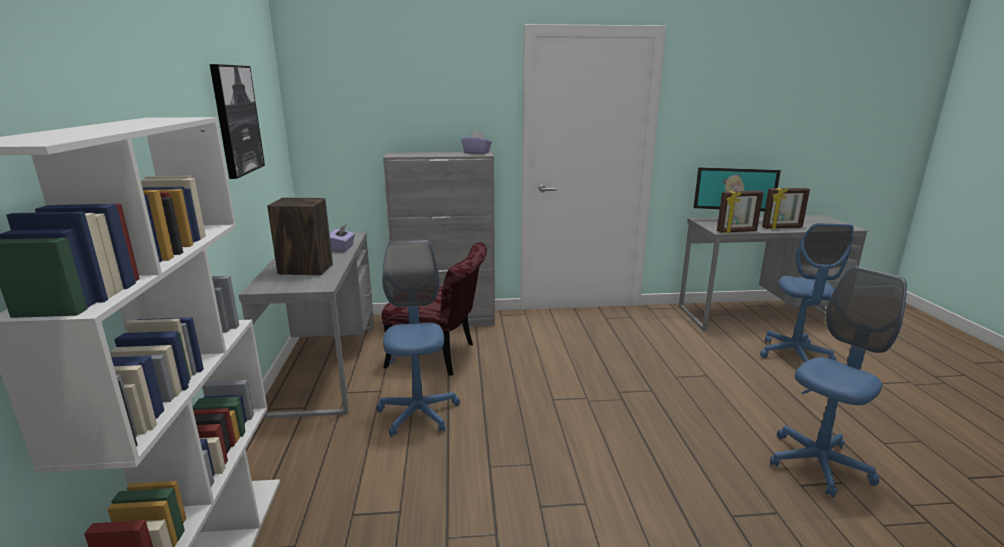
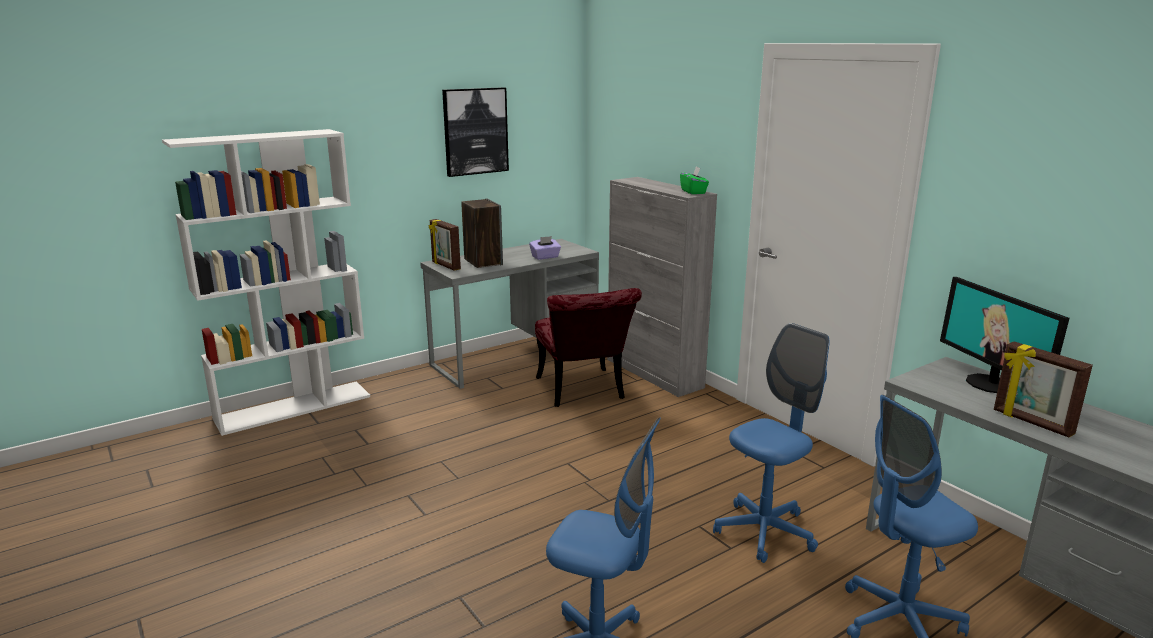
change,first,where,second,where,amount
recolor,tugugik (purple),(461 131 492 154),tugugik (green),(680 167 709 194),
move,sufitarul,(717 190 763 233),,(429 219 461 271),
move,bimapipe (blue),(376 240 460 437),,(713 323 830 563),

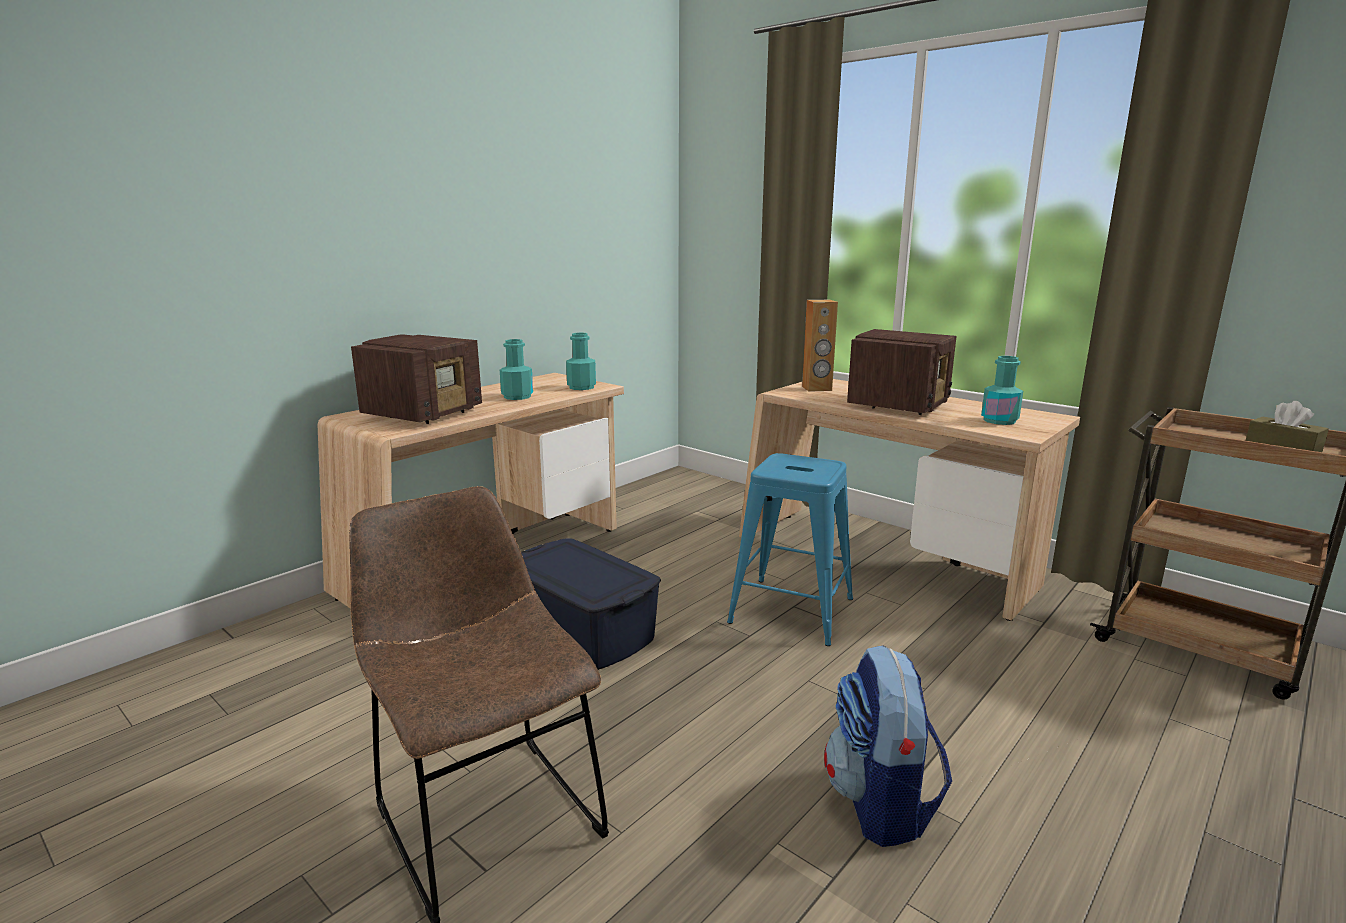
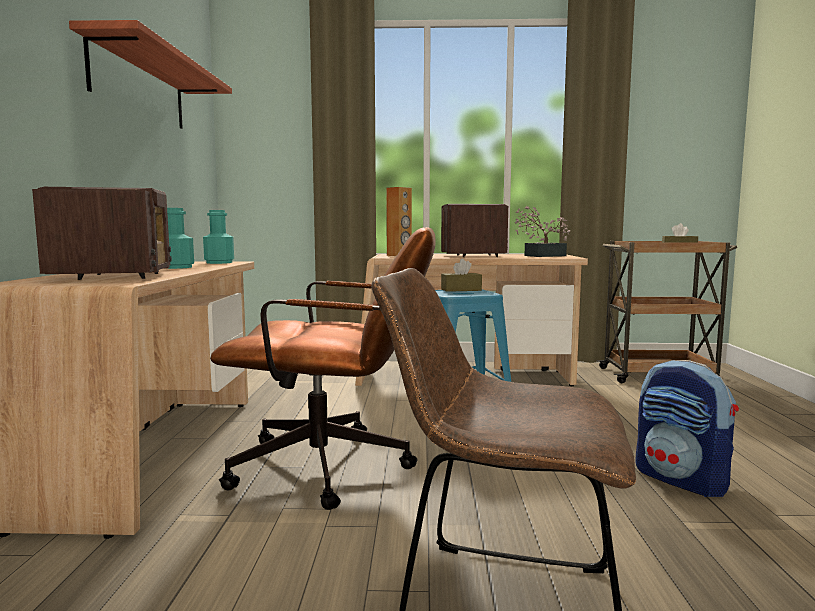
change,first,where,second,where,amount
replace,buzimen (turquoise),(981 356 1023 425),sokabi,(515 206 570 257),
replace,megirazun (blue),(521 538 661 670),bimapipe (brown),(210 227 436 510),
insert,,,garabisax,(69 20 232 129),
insert,,,tugugik (brown),(441 259 482 292),

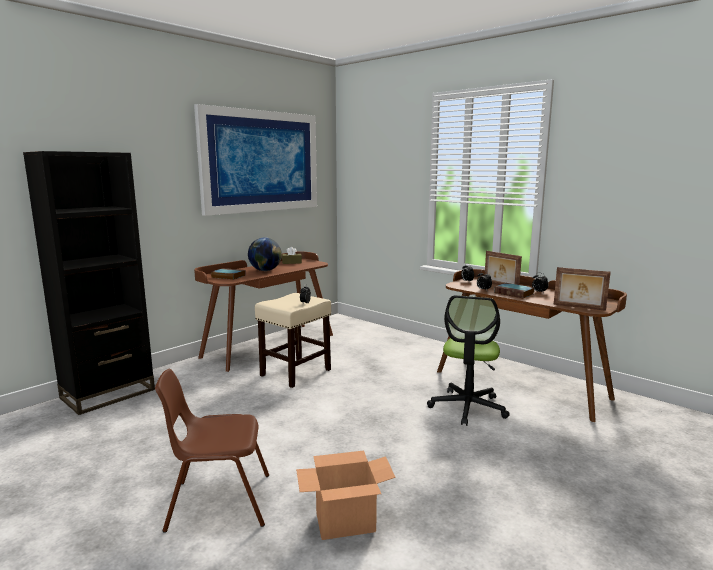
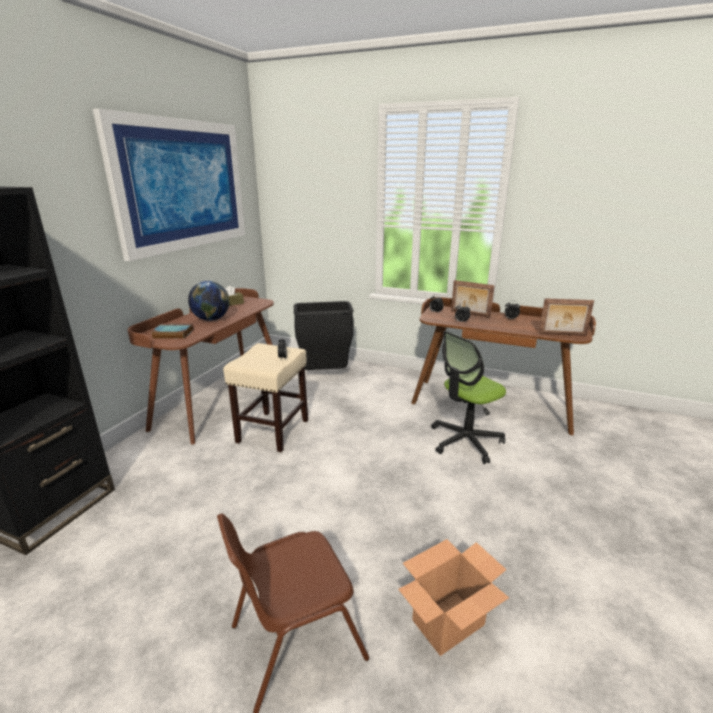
change,first,where,second,where,amount
delete,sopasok,(494 283 534 299),,,
rotate,bimapipe,(427 295 510 426),,(431 331 506 464),60 degrees clockwise
insert,,,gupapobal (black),(294 301 354 370),

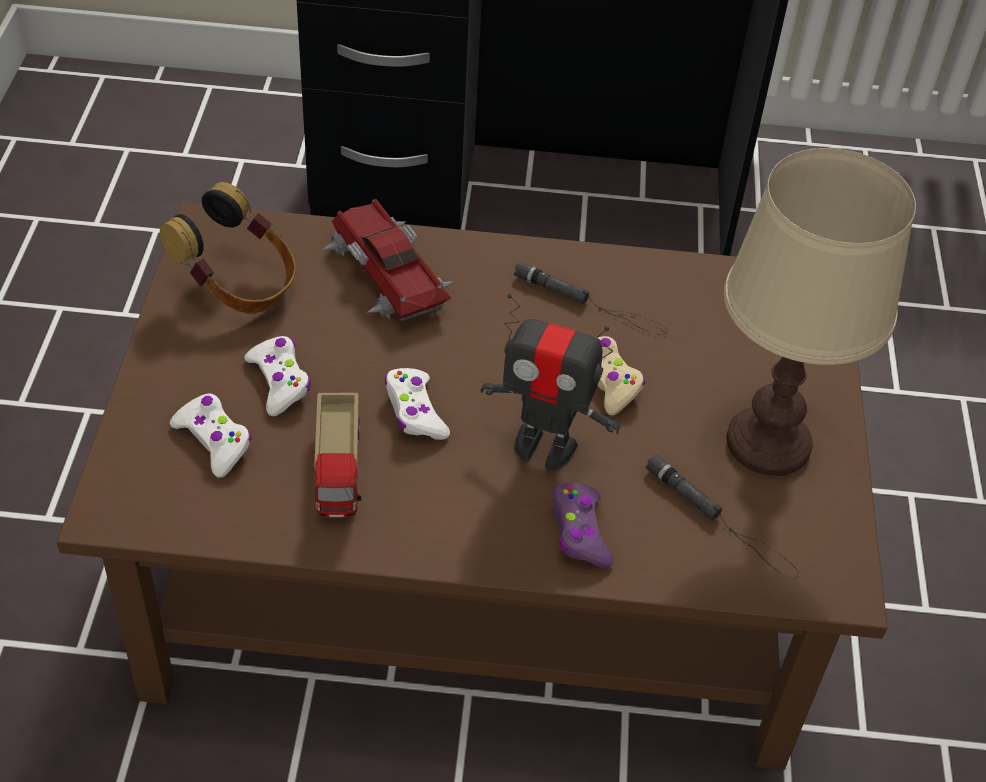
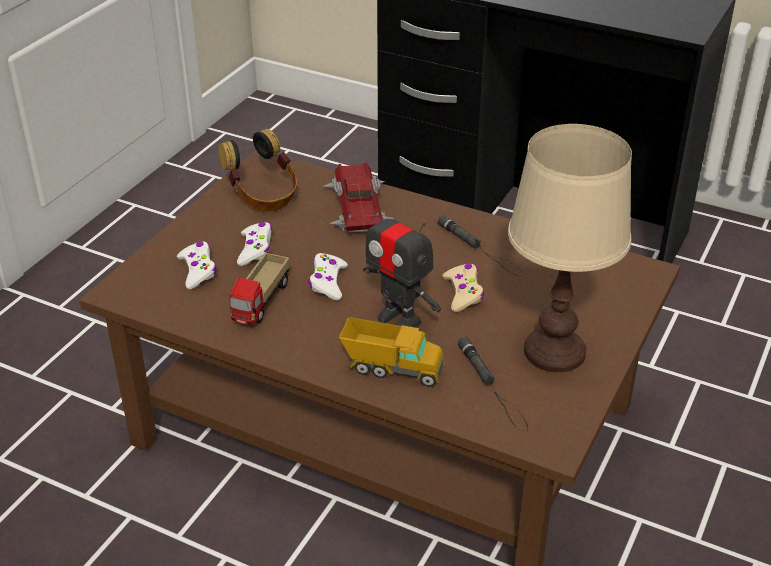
change,first,where,second,where,amount
replace,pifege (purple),(553 483 614 568),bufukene,(339 317 445 387),

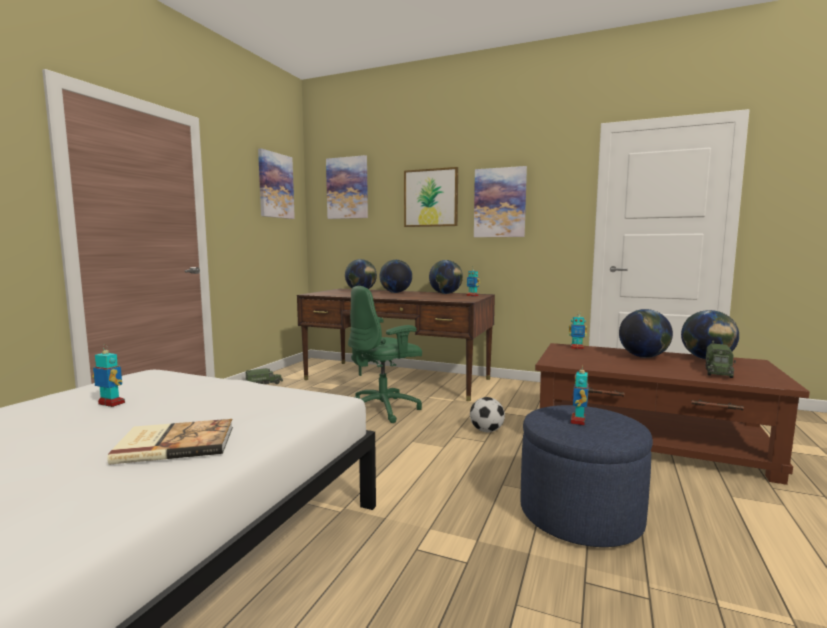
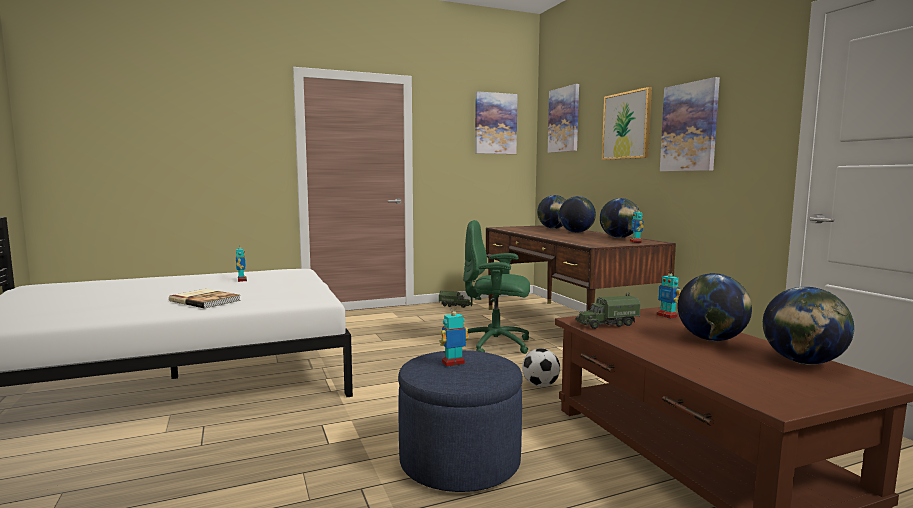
change,first,where,second,where,amount
move,bufukene,(705 341 736 378),,(575 292 640 329),

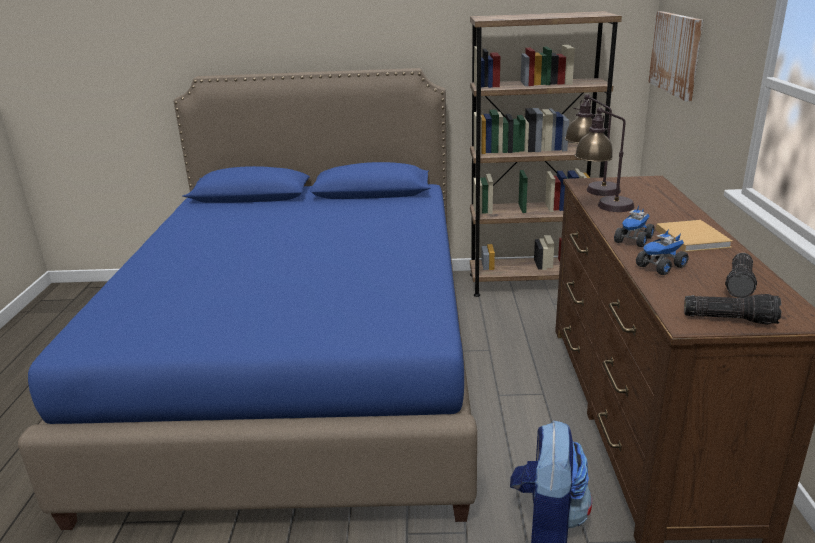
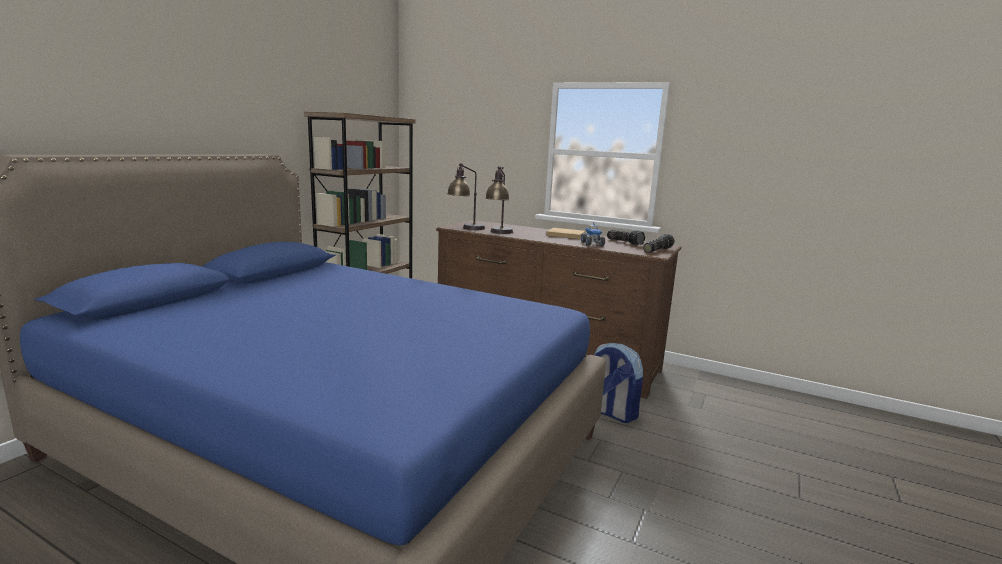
change,first,where,second,where,amount
delete,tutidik,(649 11 703 101),,,
delete,bufukene,(614 205 655 247),,,

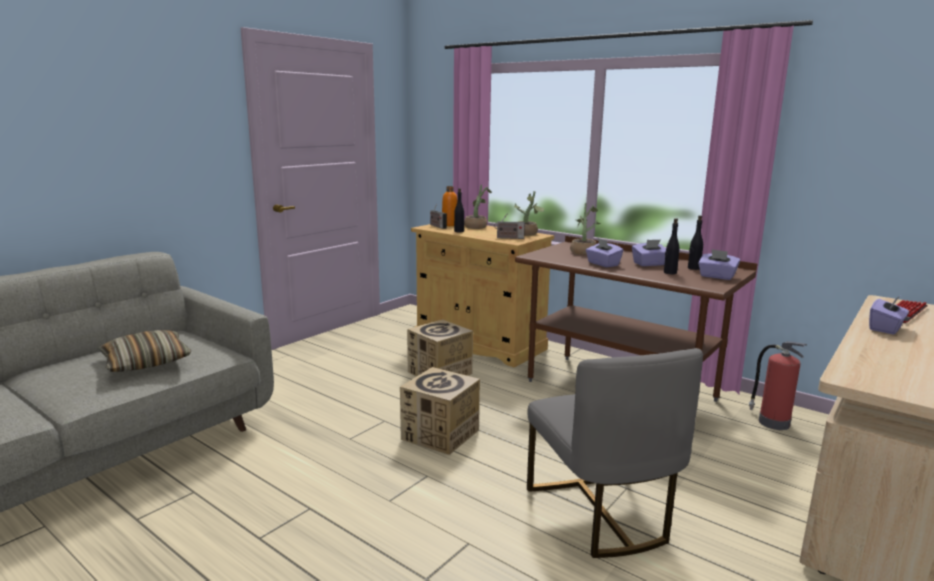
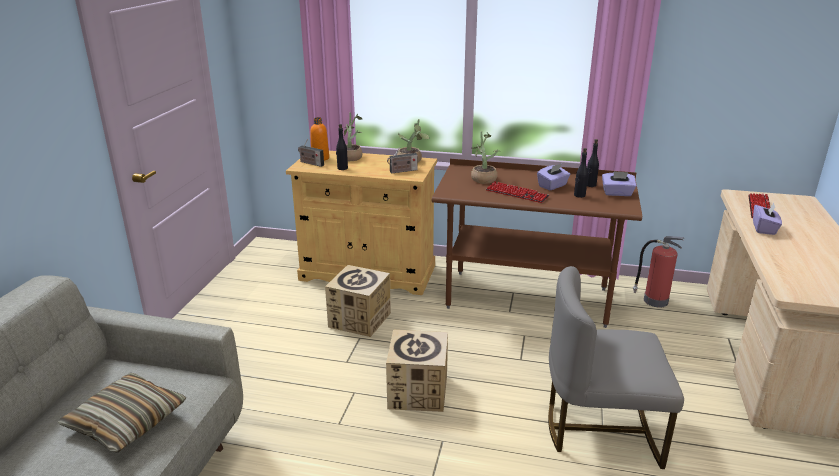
change,first,where,second,where,amount
replace,tugugik (purple),(586 238 623 267),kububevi,(486 181 550 203),
rotate,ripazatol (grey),(527 348 703 558),,(548 266 684 469),135 degrees clockwise

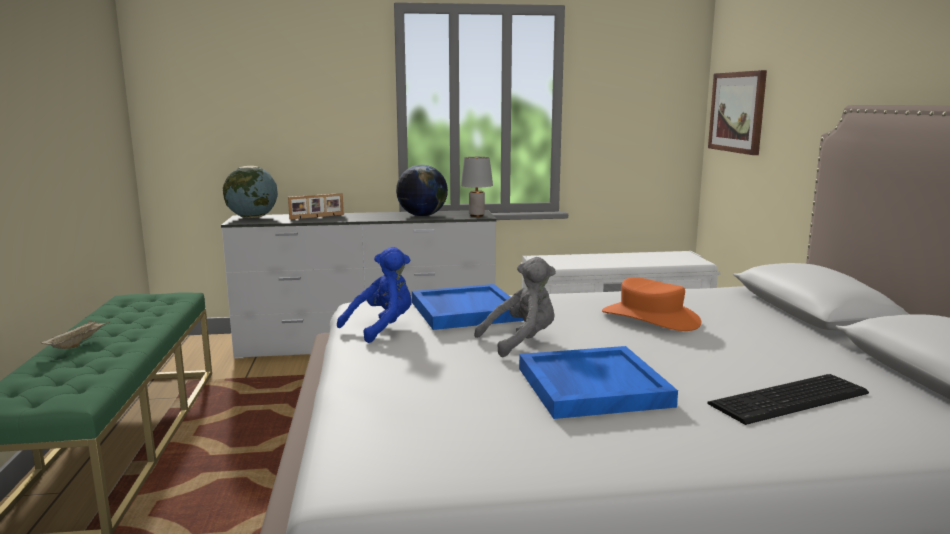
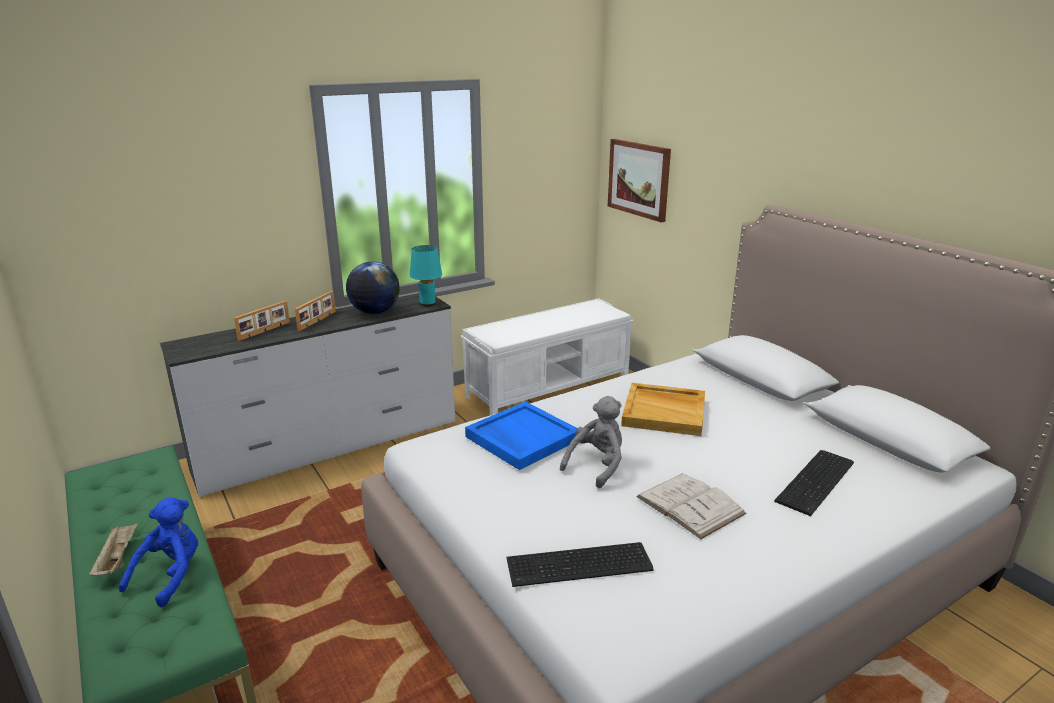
change,first,where,second,where,amount
recolor,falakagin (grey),(461 157 493 217),falakagin (turquoise),(410 245 442 306),
delete,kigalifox,(223 166 278 218),,,
move,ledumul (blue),(337 247 412 343),,(119 498 198 607),
replace,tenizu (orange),(602 277 701 331),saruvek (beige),(621 383 705 436),
replace,saruvek (blue),(519 346 678 419),sopasok (white),(636 474 747 539),
insert,,,sufitarul,(295 291 336 331),
insert,,,kububevi,(507 542 654 587),

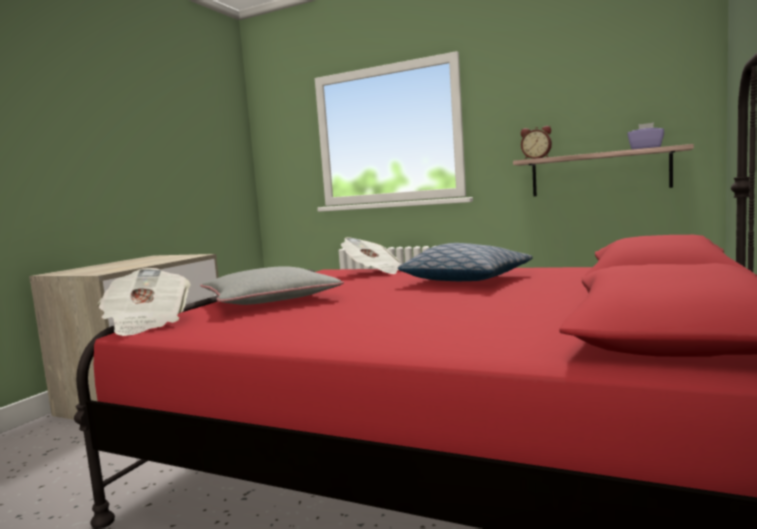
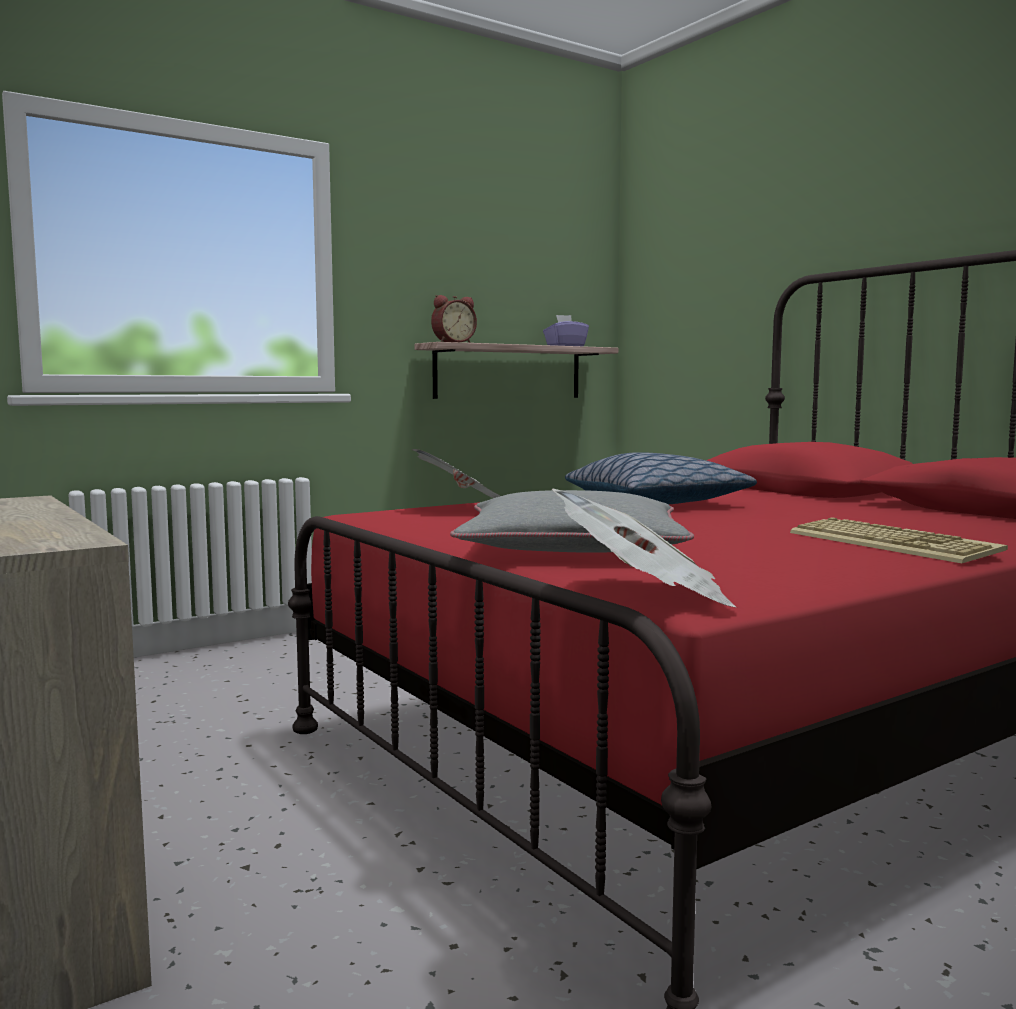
change,first,where,second,where,amount
insert,,,kububevi,(790 517 1008 563),

